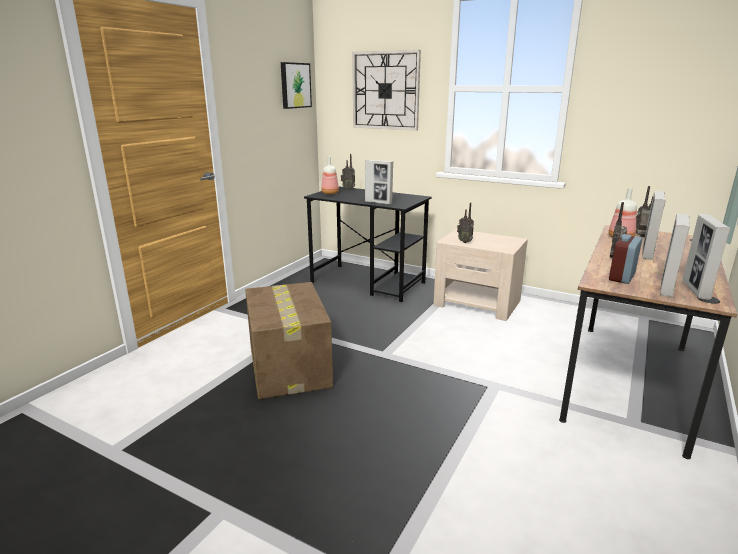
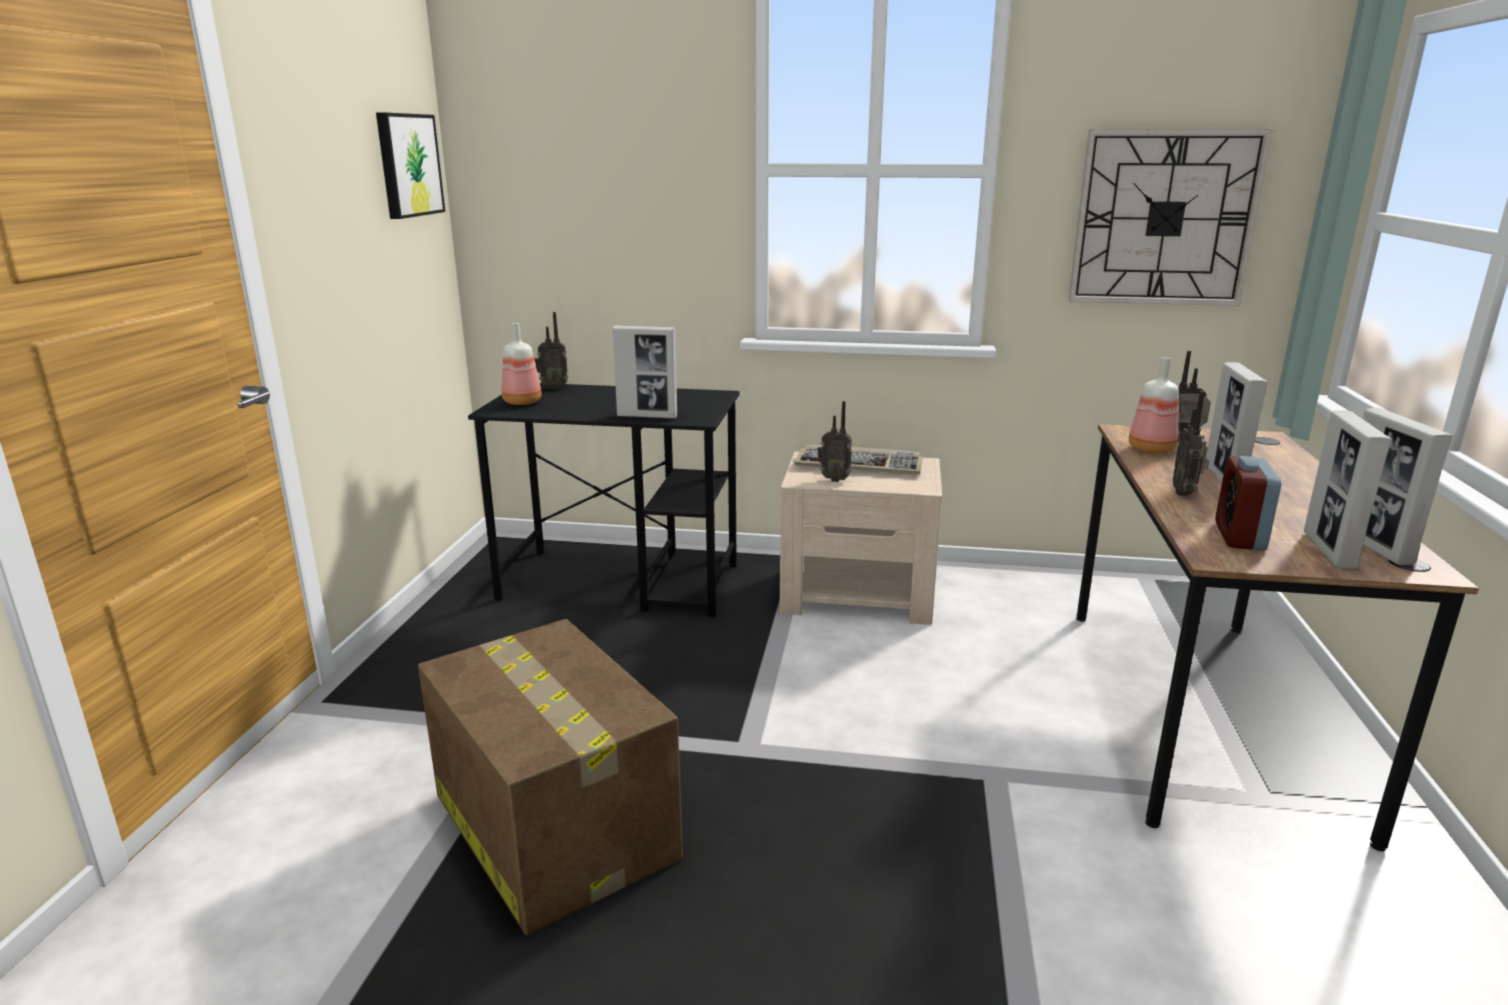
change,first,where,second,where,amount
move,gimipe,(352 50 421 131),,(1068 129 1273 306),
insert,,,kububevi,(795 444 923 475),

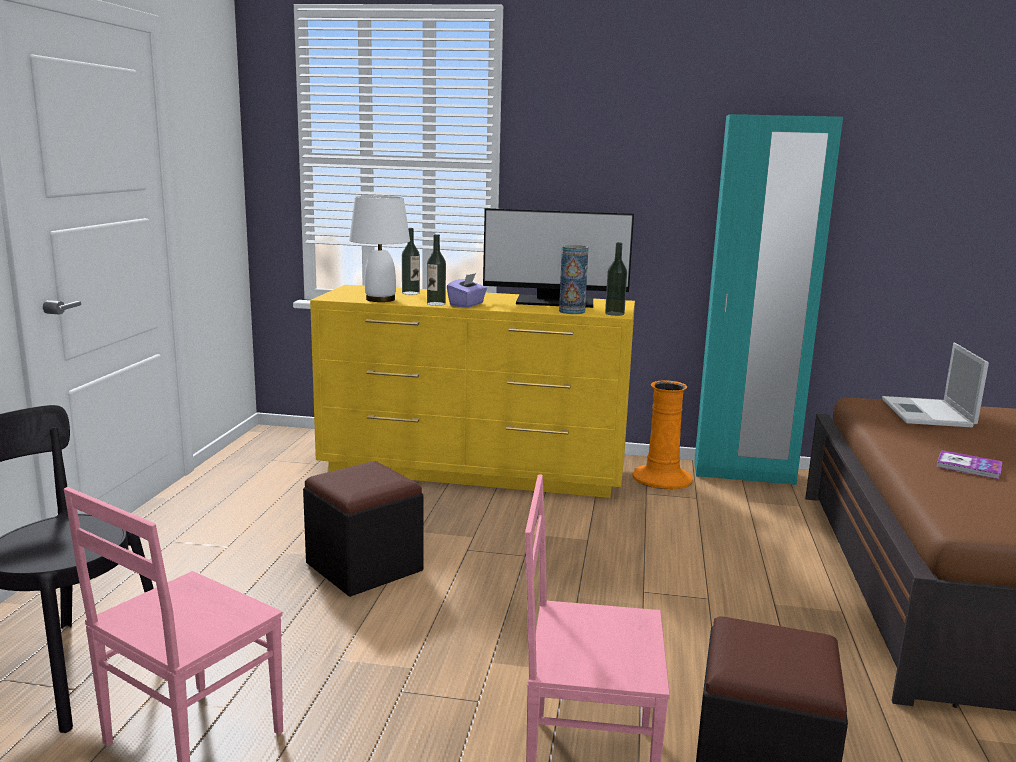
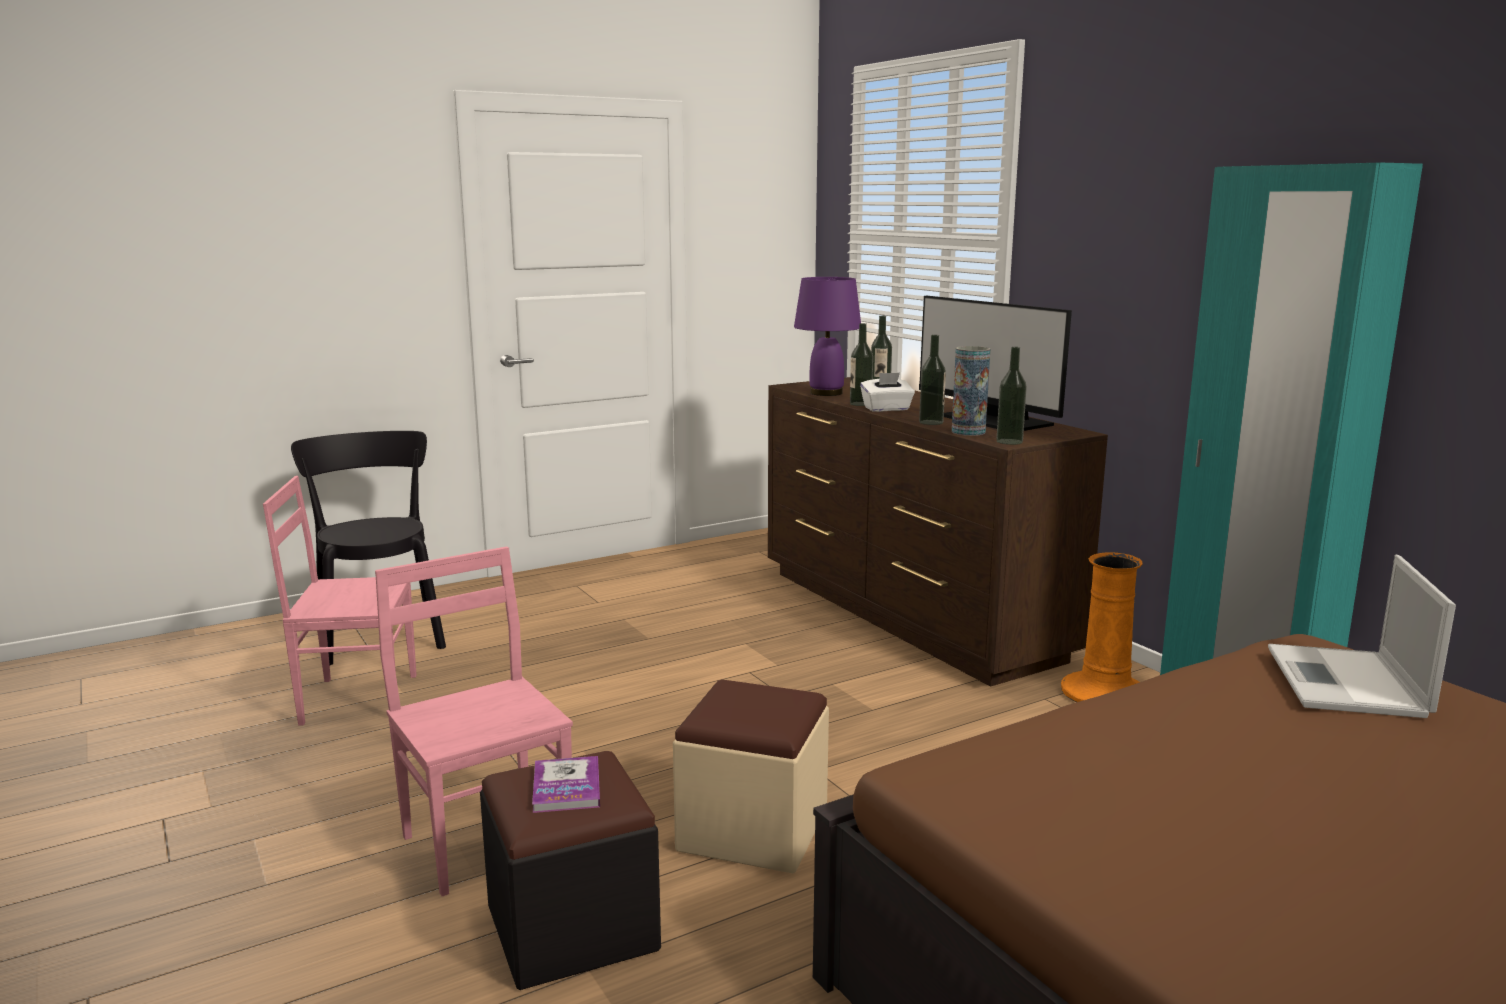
change,first,where,second,where,amount
recolor,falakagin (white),(349 196 410 302),falakagin (purple),(794 277 861 396),
recolor,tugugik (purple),(447 273 487 308),tugugik (white),(860 373 915 412),
recolor,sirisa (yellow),(310 285 635 498),sirisa (brown),(768 377 1108 687),
rotate,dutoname,(882 343 989 427),,(1268 555 1456 718),45 degrees counterclockwise
move,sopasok,(936 450 1003 479),,(532 756 600 813),
delete,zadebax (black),(303 461 424 597),,,
insert,,,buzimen,(919 335 946 425),
insert,,,zadebax (beige),(673 680 829 873),

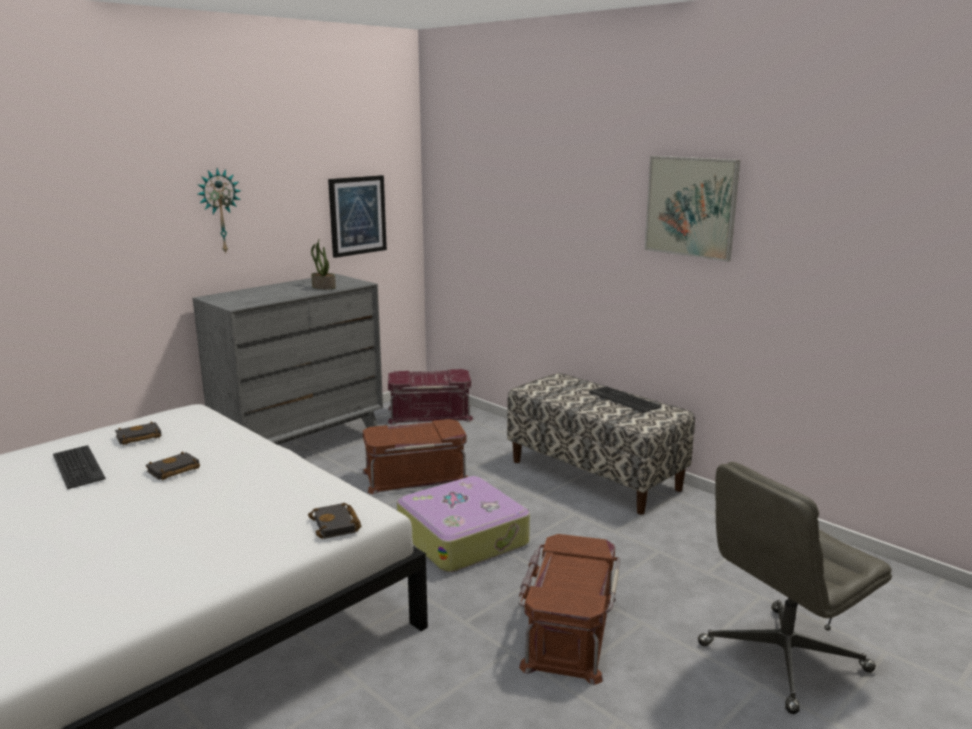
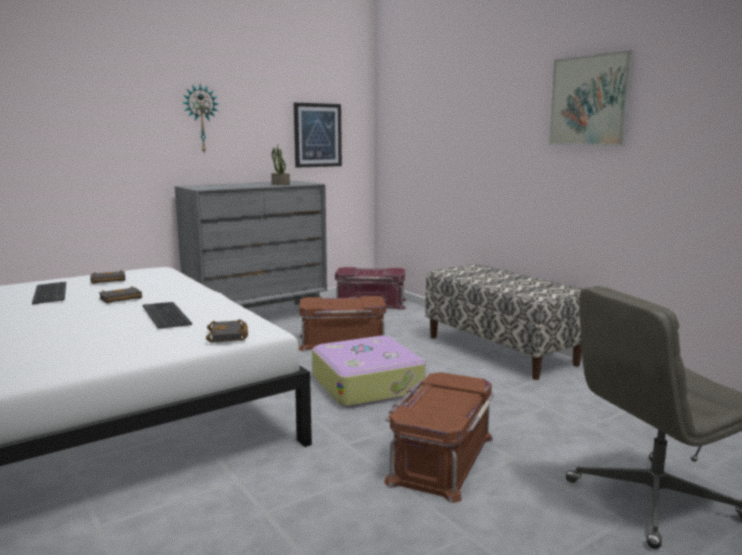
change,first,where,second,where,amount
move,kububevi,(589 386 662 412),,(143 302 192 329),

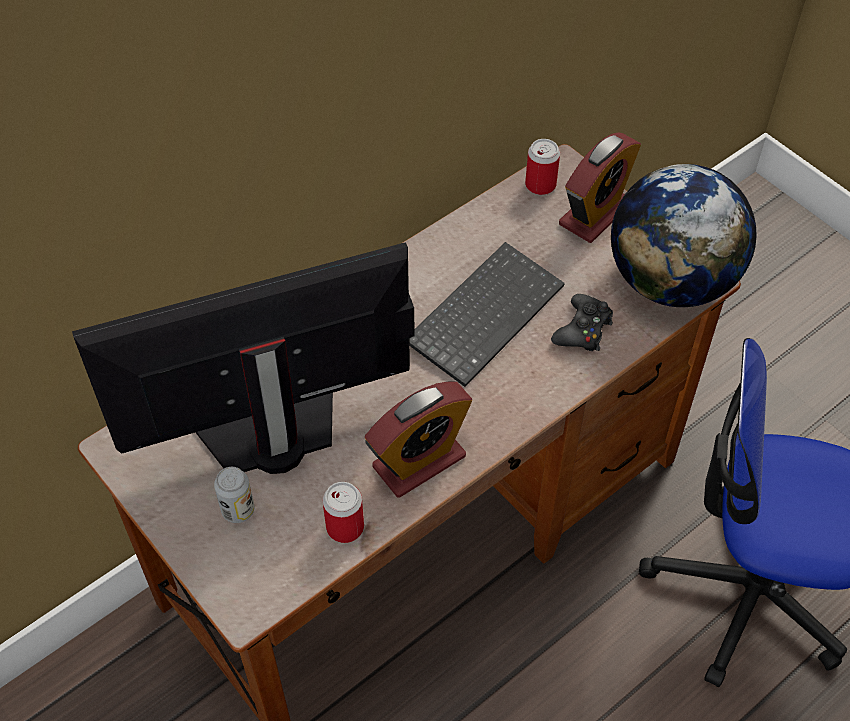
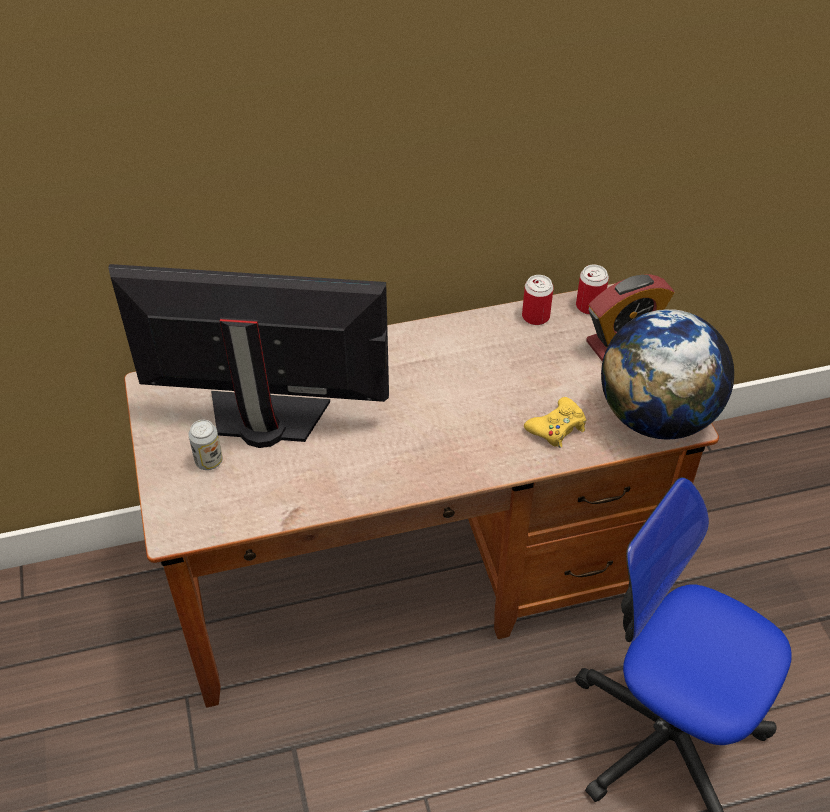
change,first,where,second,where,amount
delete,kububevi,(409 242 565 387),,,
recolor,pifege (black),(551 294 613 351),pifege (yellow),(524 397 586 448),
delete,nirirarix,(365 382 472 498),,,
move,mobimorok,(323 482 364 543),,(522 275 554 325),

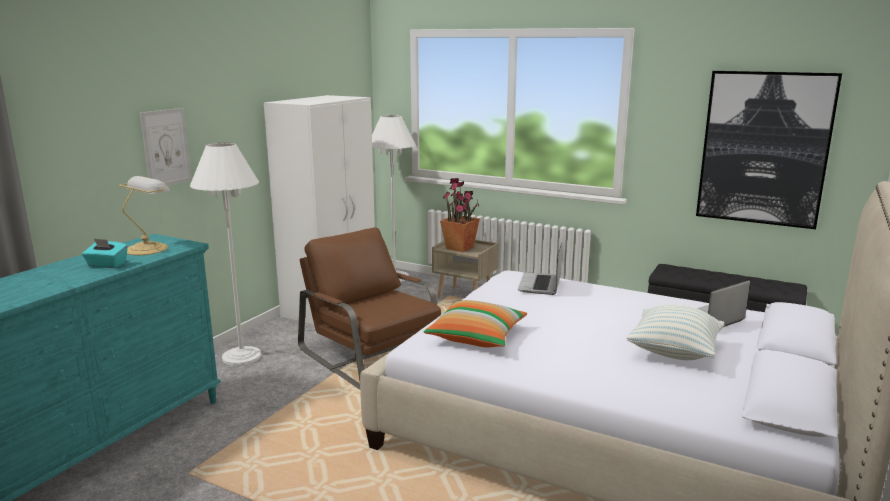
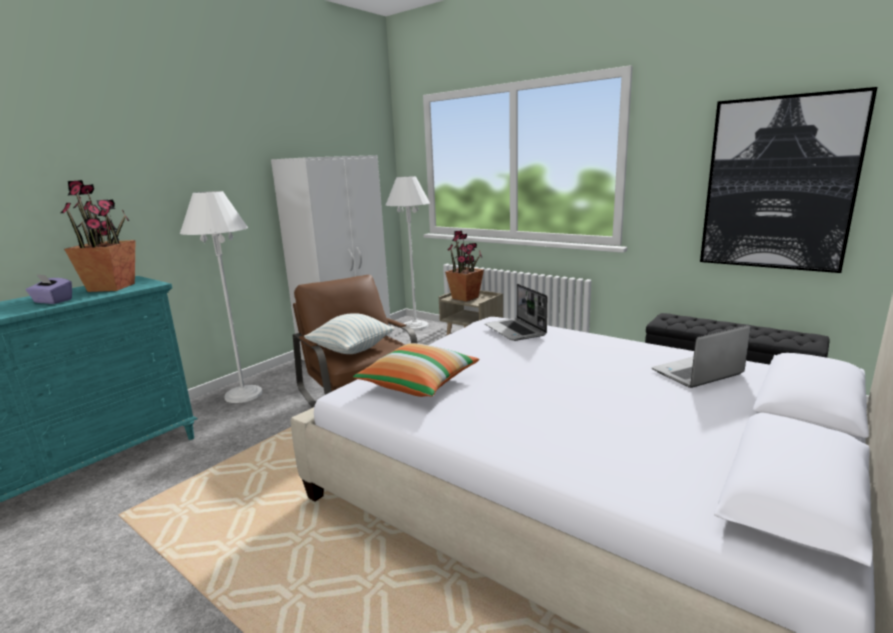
change,first,where,second,where,amount
delete,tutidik,(140 108 192 186),,,
replace,falakagin,(119 176 170 255),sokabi,(61 180 135 292),
recolor,tugugik (turquoise),(82 238 128 268),tugugik (purple),(26 274 72 304),
rotate,dutoname,(518 242 562 295),,(485 284 547 341),45 degrees counterclockwise
move,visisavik,(626 305 724 360),,(304 313 395 354),

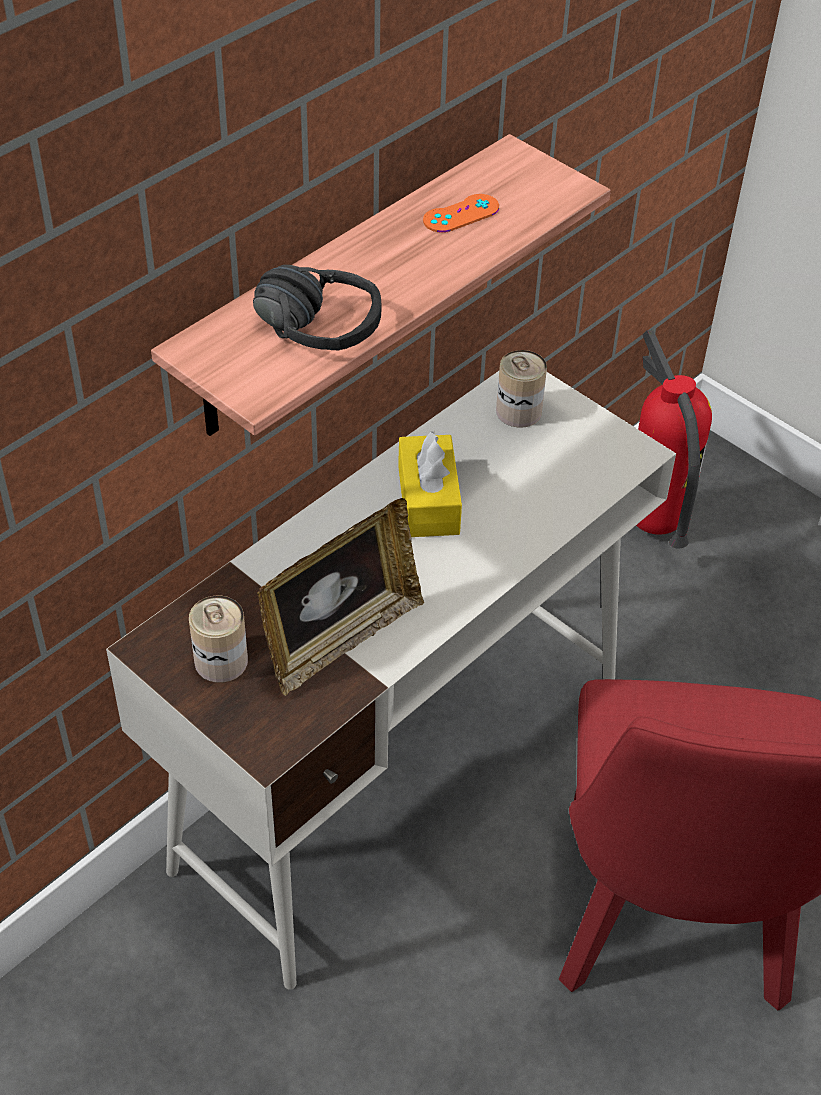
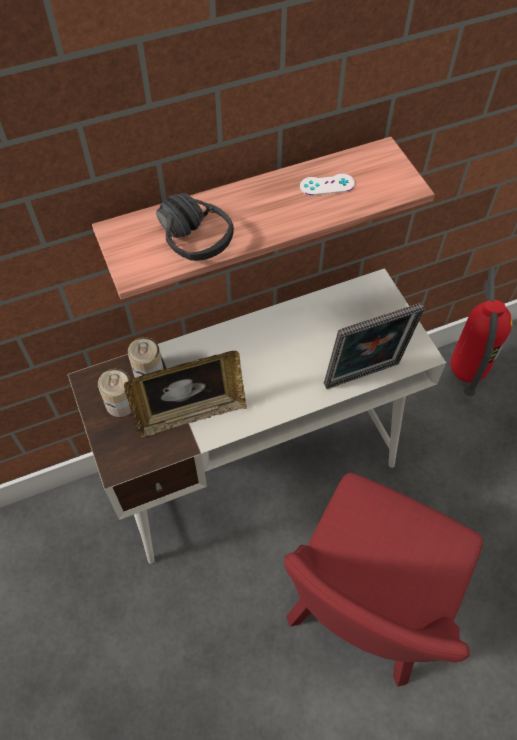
change,first,where,second,where,amount
recolor,pifege (orange),(423 194 499 233),pifege (white),(300 174 355 195),
move,mobimorok,(496 350 547 428),,(128 337 164 378),
delete,tugugik (yellow),(398 431 462 537),,,
insert,,,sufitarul,(324 303 425 389),

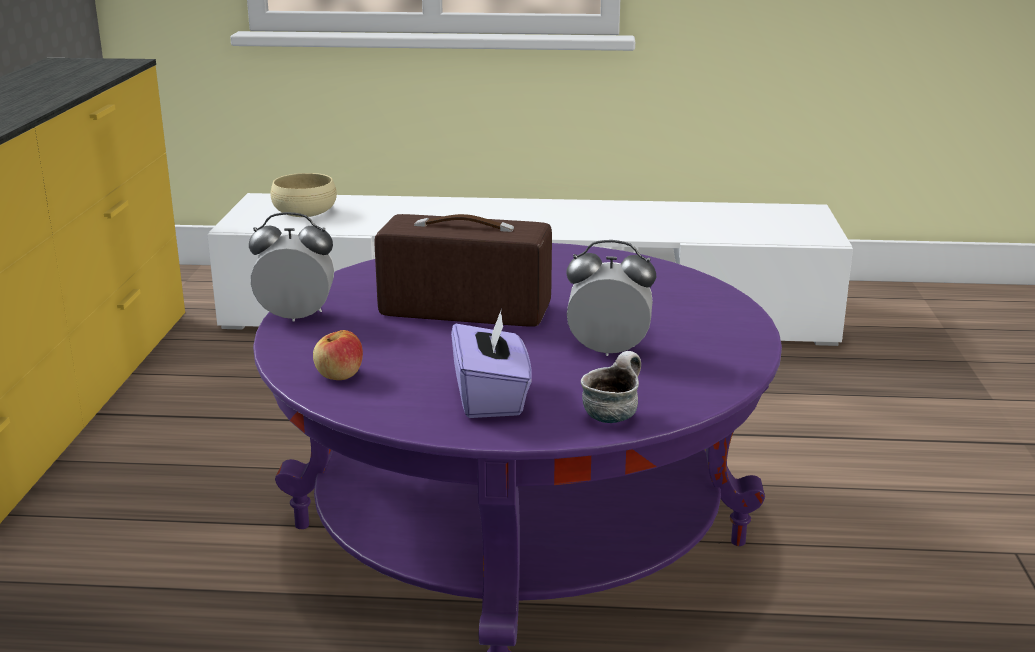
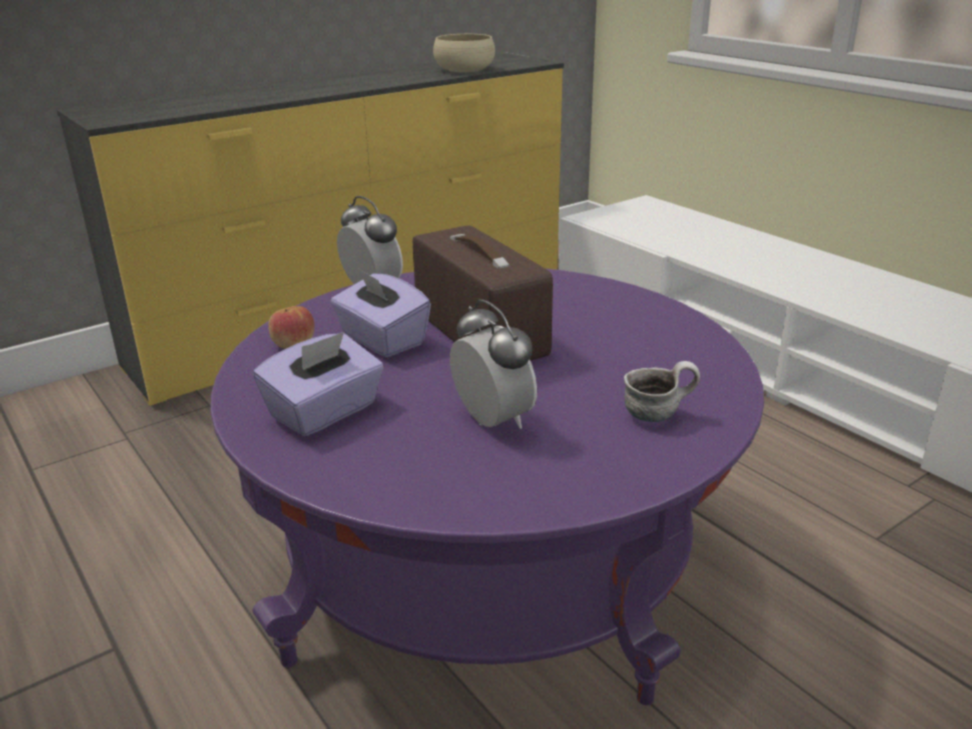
change,first,where,second,where,amount
move,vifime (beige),(270 173 337 217),,(433 34 495 72),
move,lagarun,(581 351 641 423),,(624 361 700 422),
insert,,,tugugik (purple),(330 268 431 357),

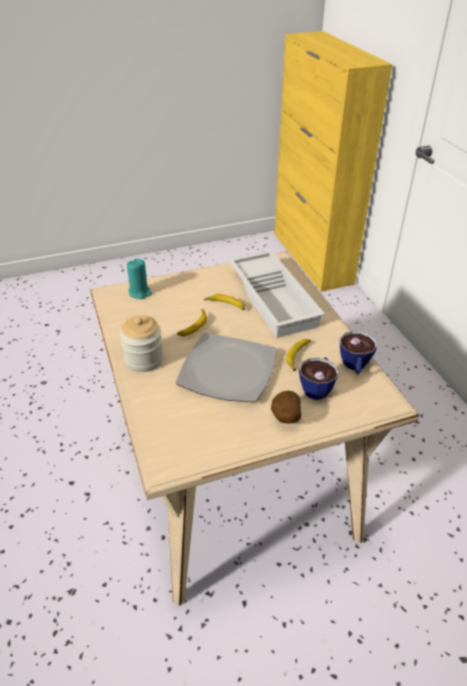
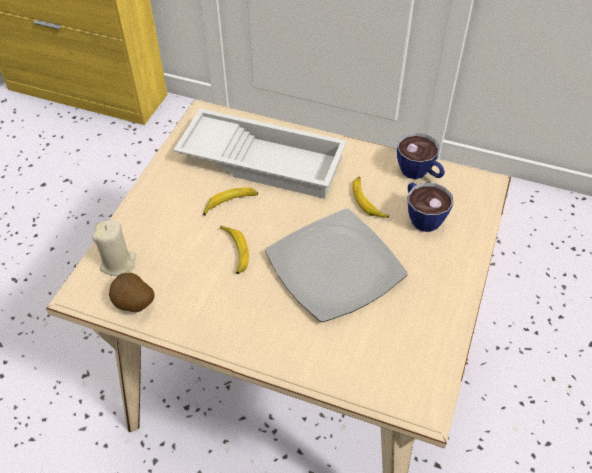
change,first,where,second,where,amount
recolor,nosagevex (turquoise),(127 259 152 299),nosagevex (beige),(92 220 136 276),
delete,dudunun,(120 316 164 372),,,
move,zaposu,(271 391 301 424),,(109 273 154 312),

